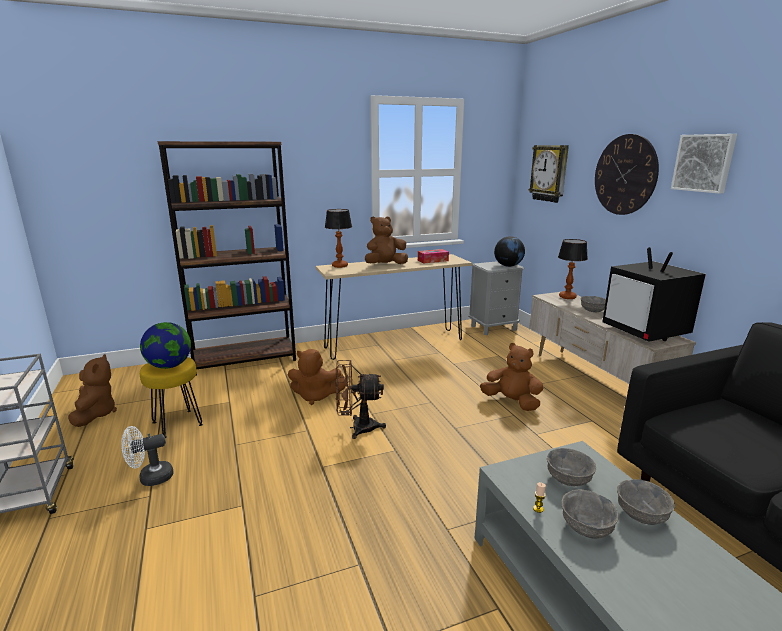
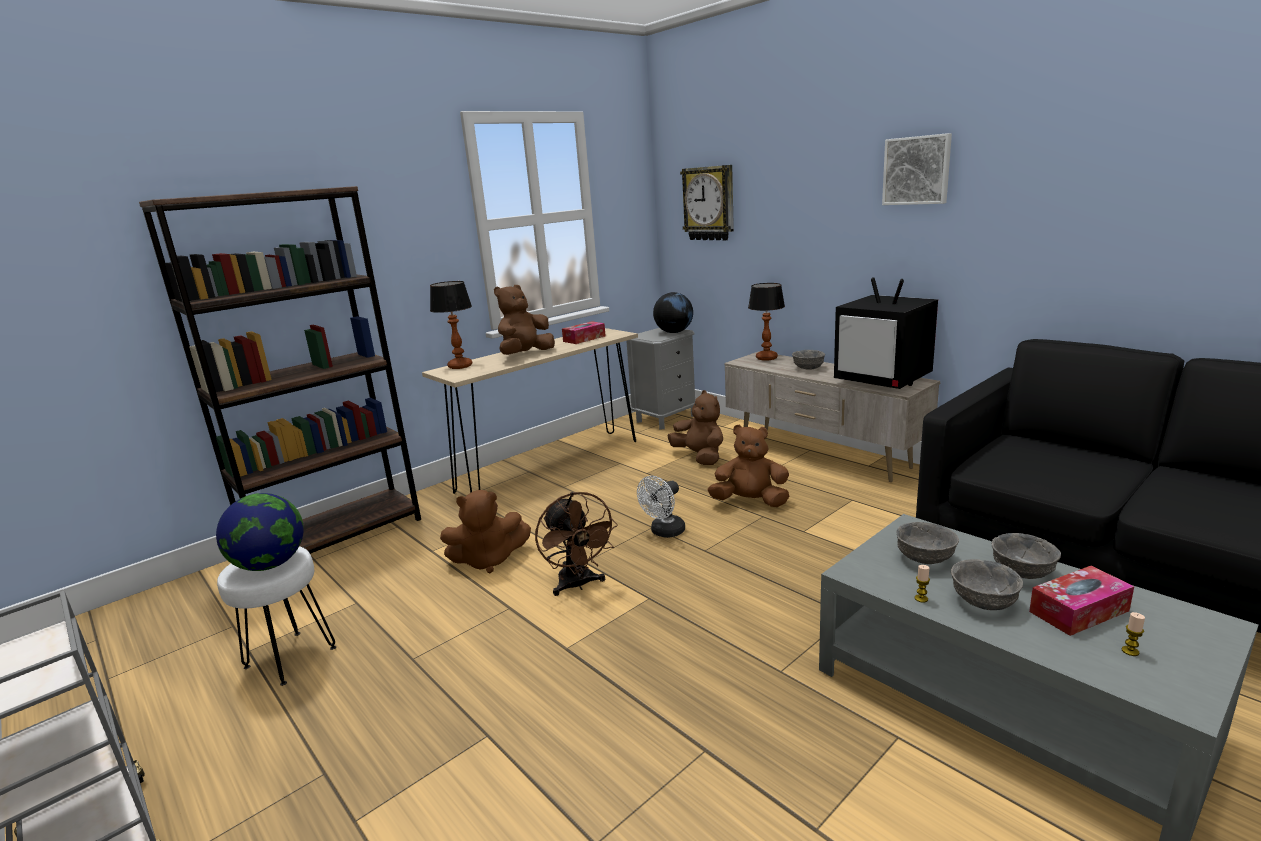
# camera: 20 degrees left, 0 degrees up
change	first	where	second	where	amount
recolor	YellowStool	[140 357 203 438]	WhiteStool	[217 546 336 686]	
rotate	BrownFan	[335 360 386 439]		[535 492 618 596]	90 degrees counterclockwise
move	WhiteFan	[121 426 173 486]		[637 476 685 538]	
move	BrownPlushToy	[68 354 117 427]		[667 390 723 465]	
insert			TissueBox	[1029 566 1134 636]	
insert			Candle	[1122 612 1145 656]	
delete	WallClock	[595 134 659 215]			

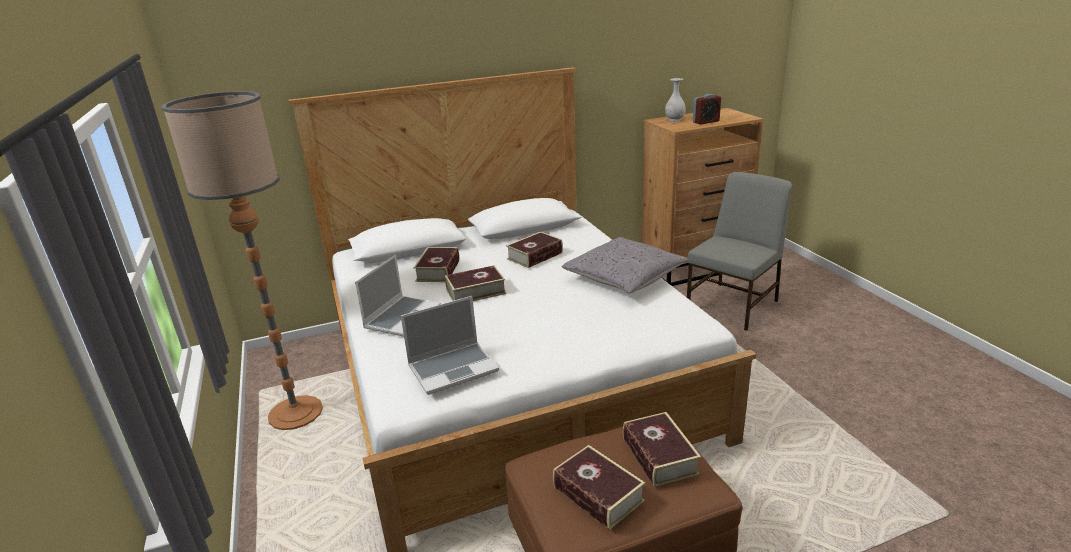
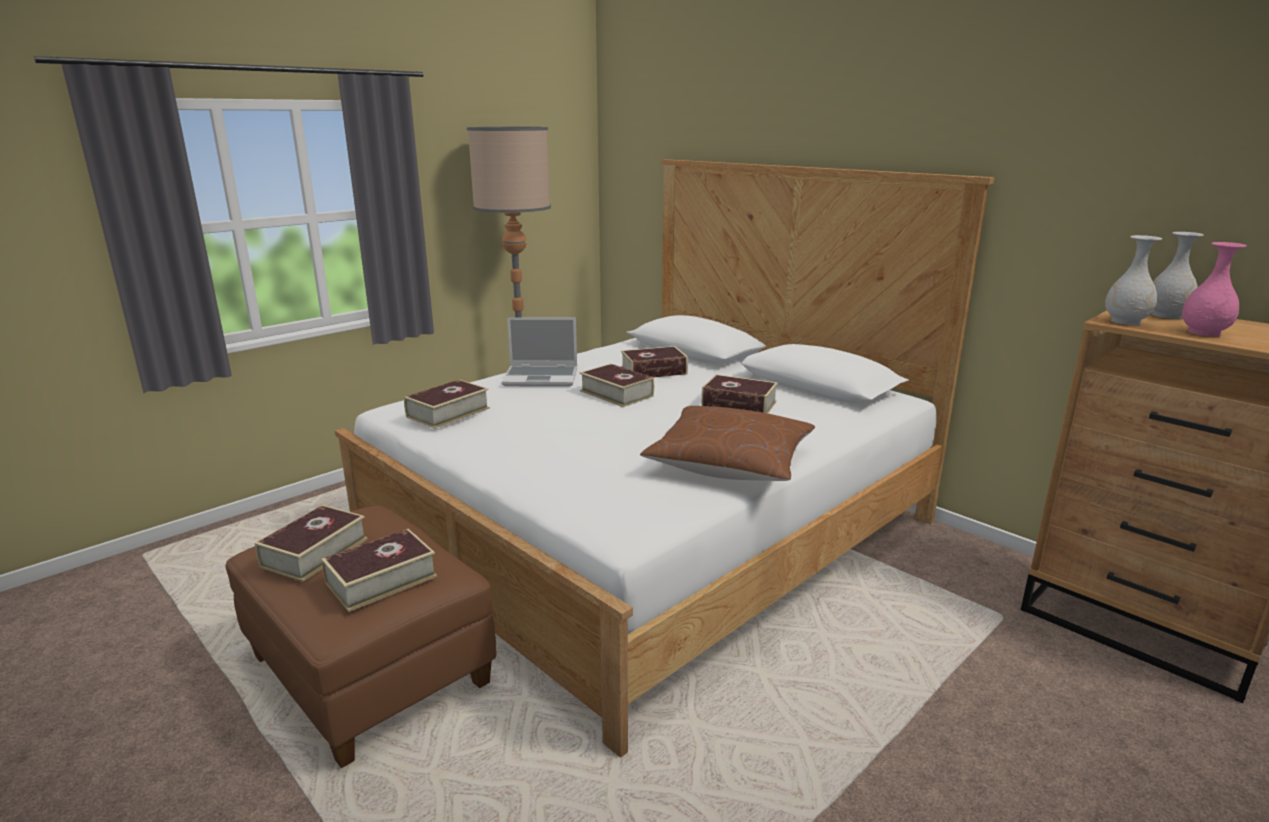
# camera: 65 degrees right, 5 degrees down
change	first	where	second	where	amount
replace	Laptop	[401 296 499 395]	Book	[404 379 490 429]	
recolor	GreyPillow	[562 237 688 294]	BrownPillow	[640 406 815 481]	
insert			WhiteVase	[1105 235 1162 325]	
replace	AlarmClock	[693 94 721 125]	PinkVase	[1182 242 1247 337]	
delete	GreyChair	[687 172 792 331]			

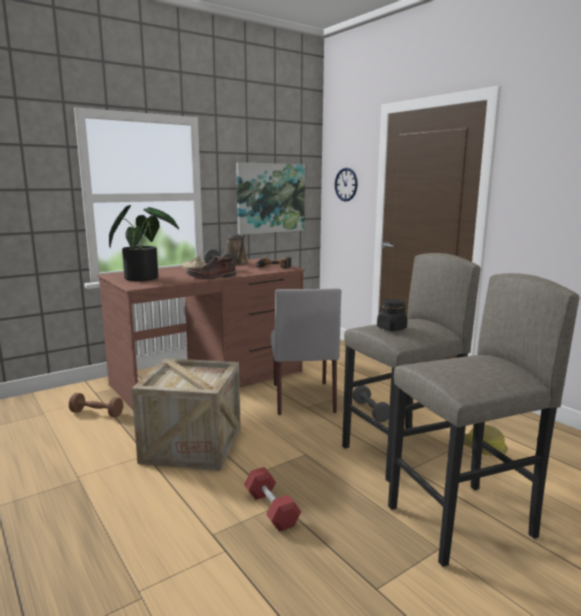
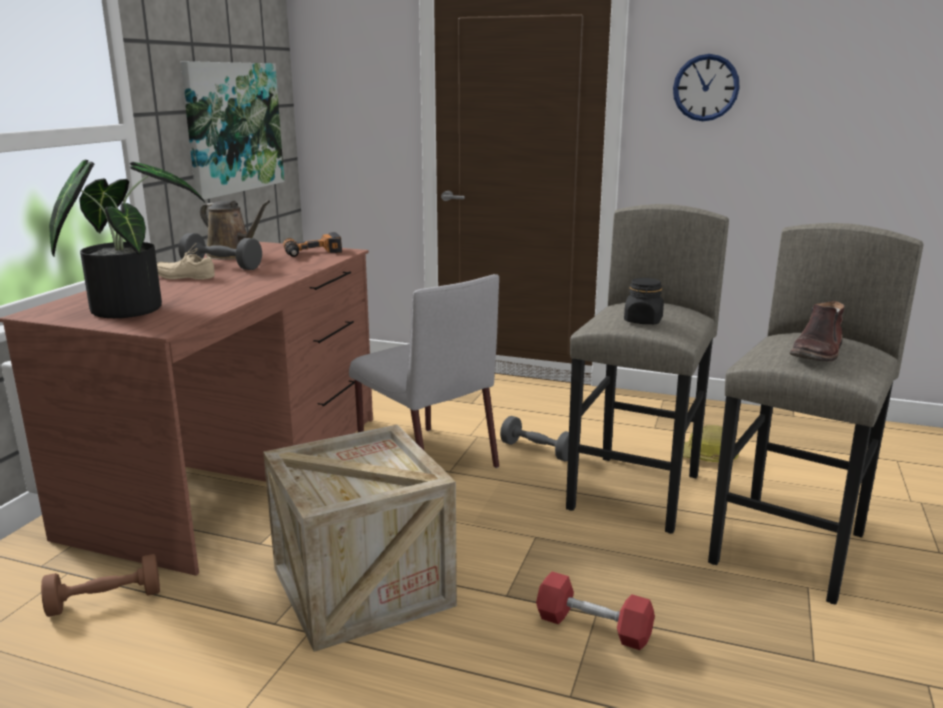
# camera: 35 degrees left, 5 degrees up
change	first	where	second	where	amount
move	WallClock	[335 168 358 201]		[673 54 740 121]	
move	BrownBoot	[186 256 236 279]		[790 301 844 362]	

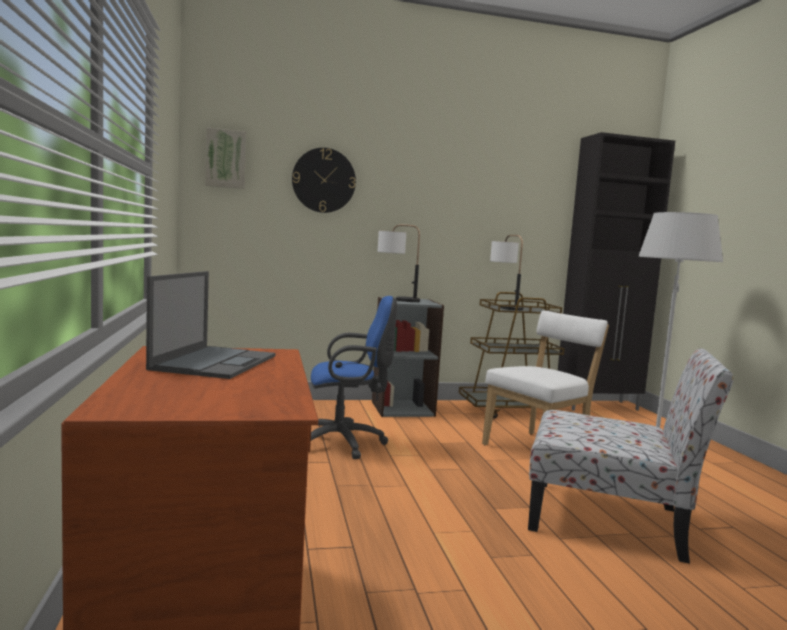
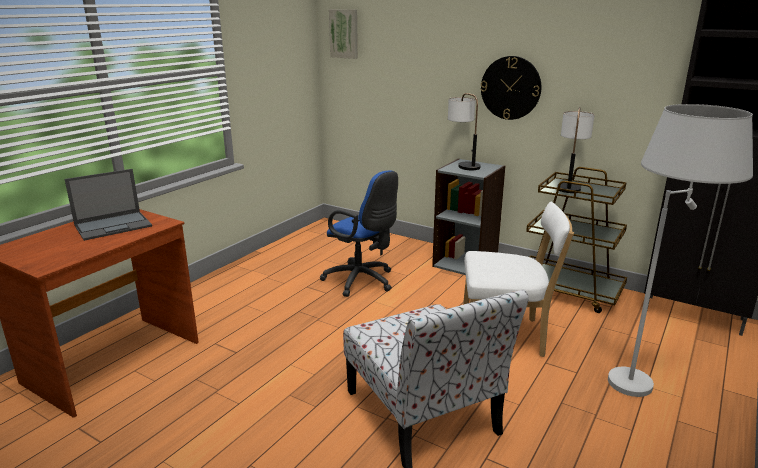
# camera: 45 degrees right, 15 degrees up
change	first	where	second	where	amount
move	WallClock	[292 148 356 213]		[481 56 541 120]	

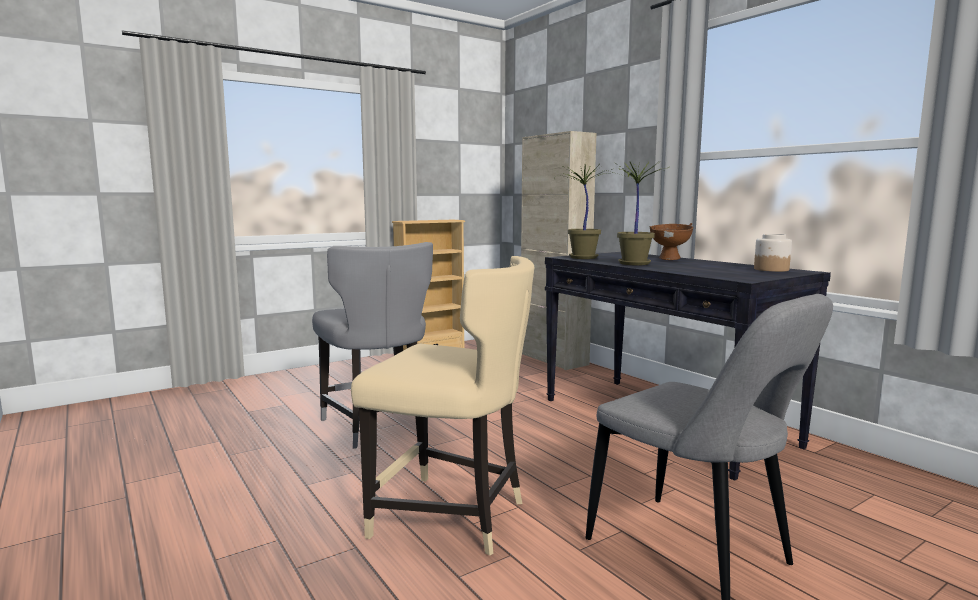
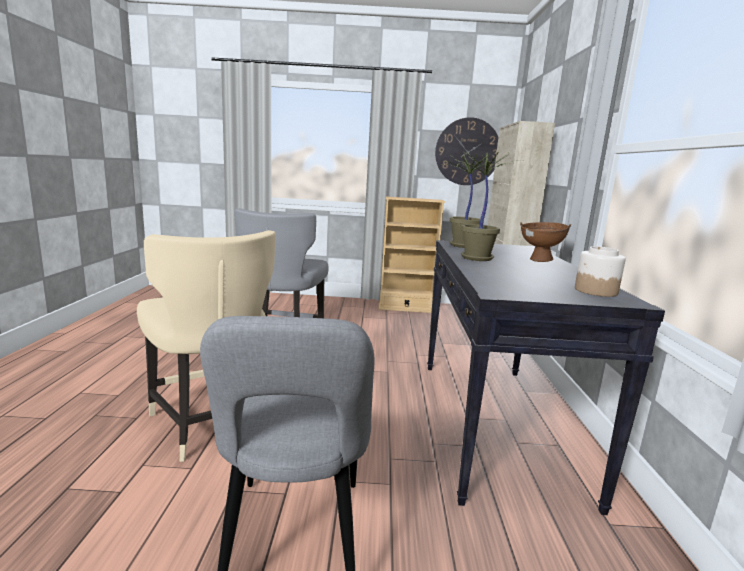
# camera: 35 degrees right, 5 degrees up
change	first	where	second	where	amount
insert			WallClock	[435 117 498 185]	

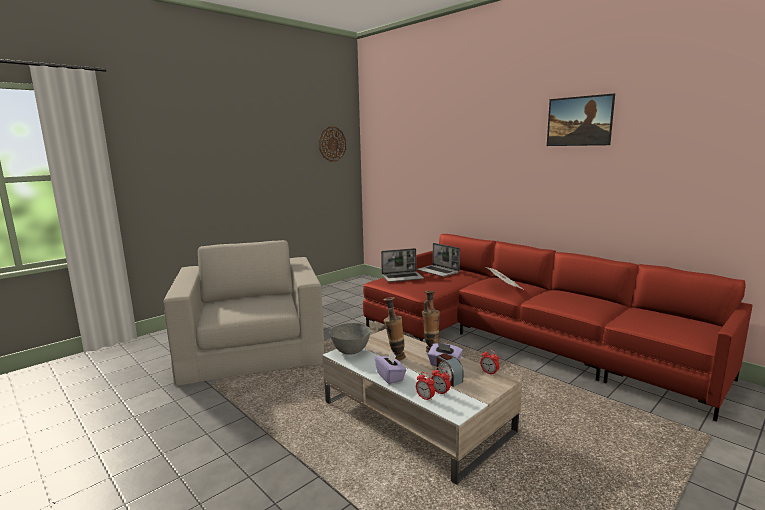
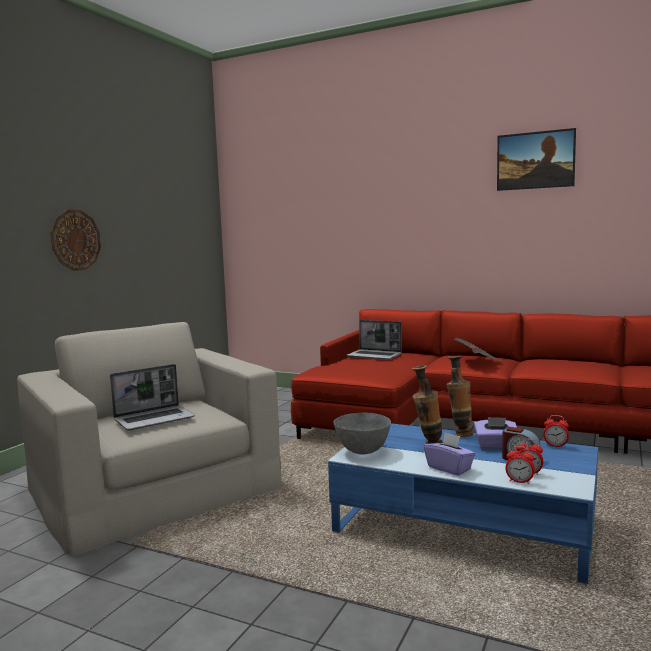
# camera: 20 degrees left, 5 degrees down
change	first	where	second	where	amount
move	WallClock	[319 127 346 162]		[51 210 101 271]	
move	Laptop	[381 248 424 282]		[110 364 195 430]	
recolor	BeigeCoffeeTable	[322 329 522 485]	BlueCoffeeTable	[328 423 598 584]	

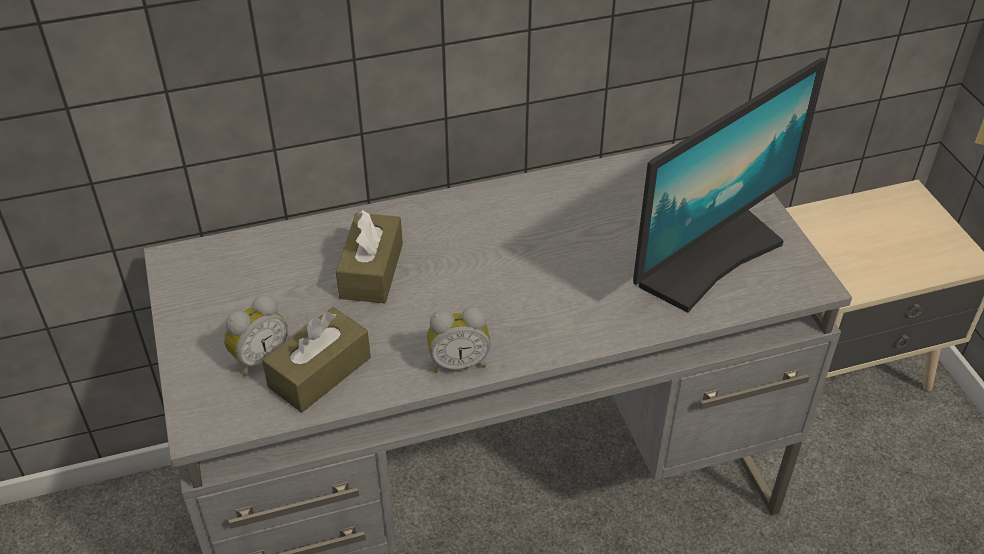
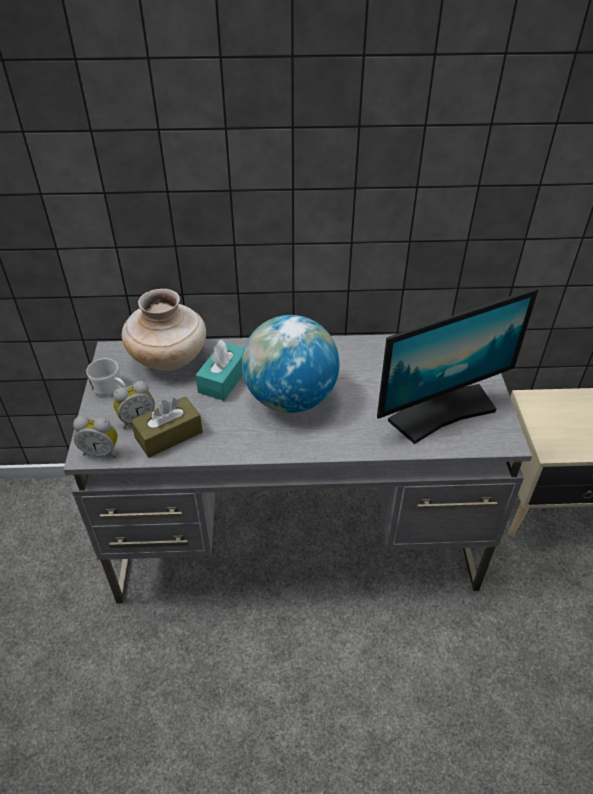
# camera: 15 degrees right, 0 degrees up
change	first	where	second	where	amount
move	AlarmClock	[427 306 491 373]		[73 416 118 458]	
insert			WhiteMug	[86 359 126 396]	
insert			BeigeVase	[122 289 206 371]	
recolor	BrownTissueBox	[336 210 403 303]	TurquoiseTissueBox	[196 340 244 401]	
insert			Globe	[242 315 340 413]	

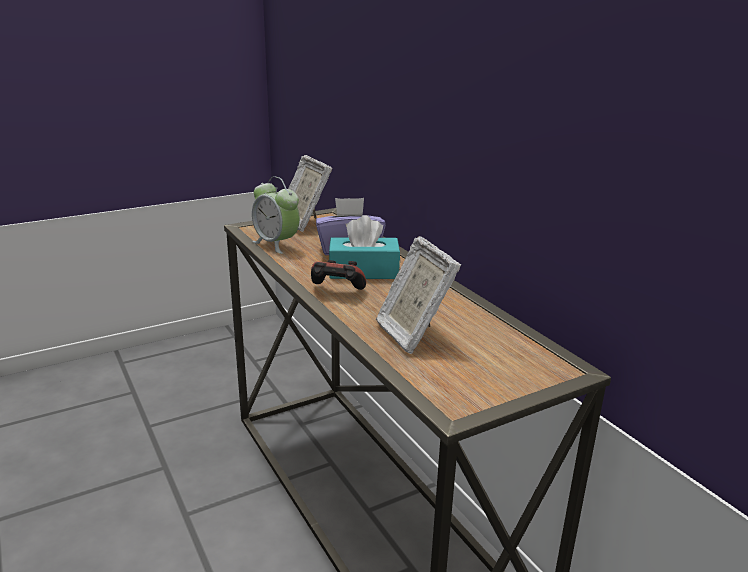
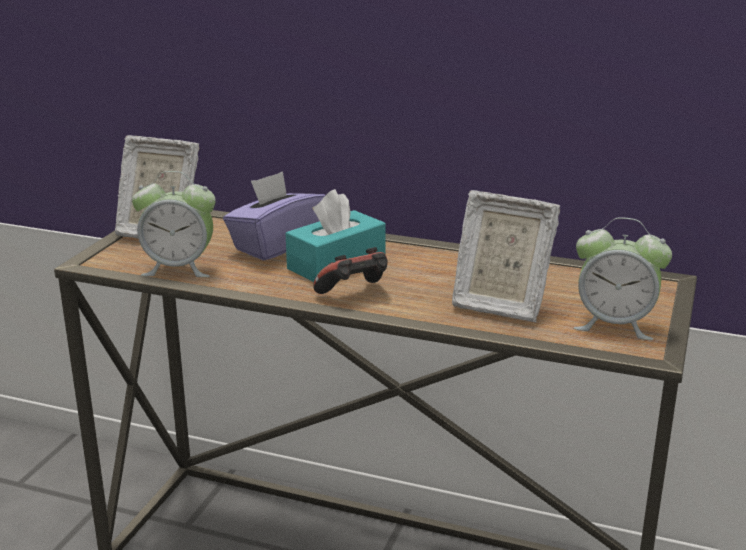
# camera: 40 degrees left, 0 degrees up
change	first	where	second	where	amount
insert			AlarmClock	[574 217 672 340]	

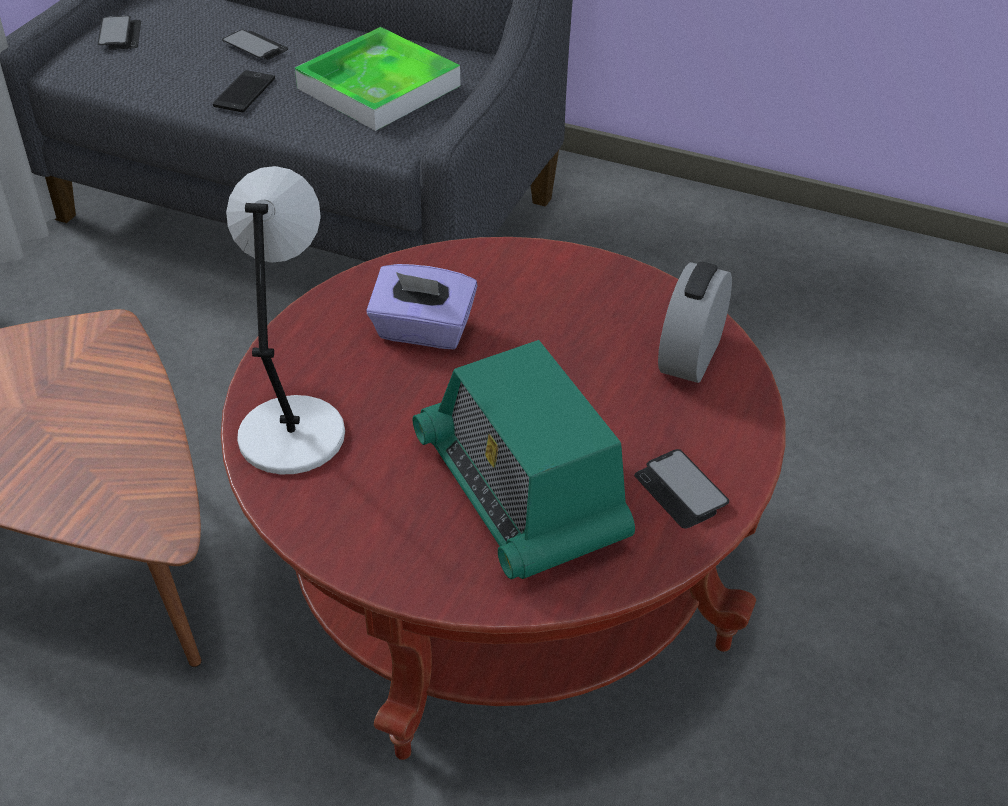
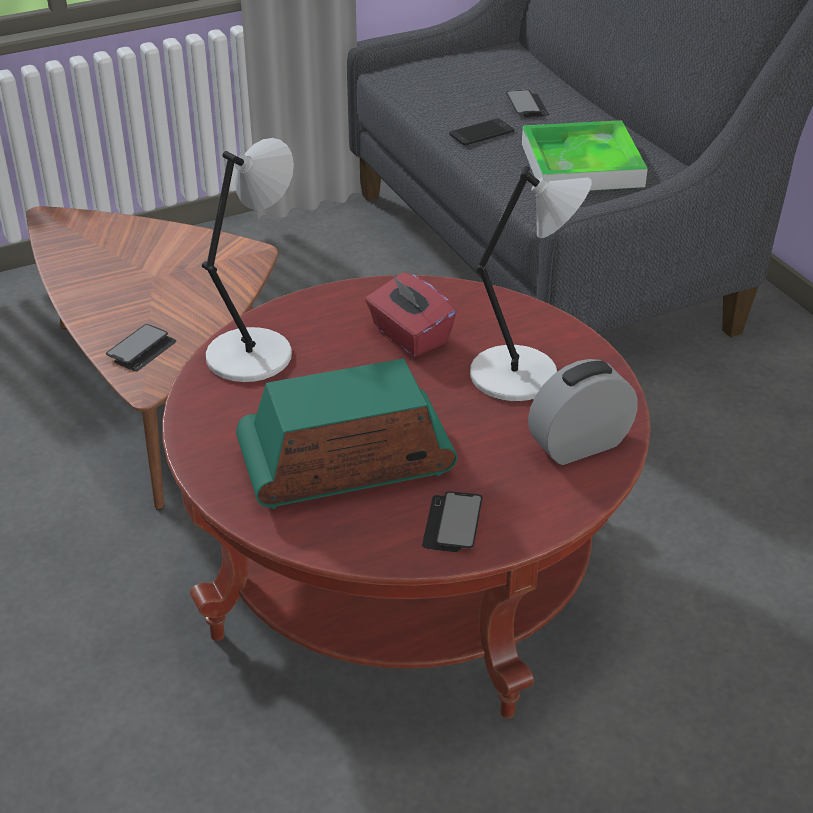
# camera: 40 degrees right, 5 degrees down
change	first	where	second	where	amount
move	Phone	[98 16 141 50]		[106 324 176 371]	
rotate	Radio	[413 340 635 579]		[236 359 457 509]	60 degrees clockwise
recolor	PurpleTissueBox	[366 264 478 349]	RedTissueBox	[365 272 457 357]	
insert			GreyTableLamp	[470 166 592 401]	

